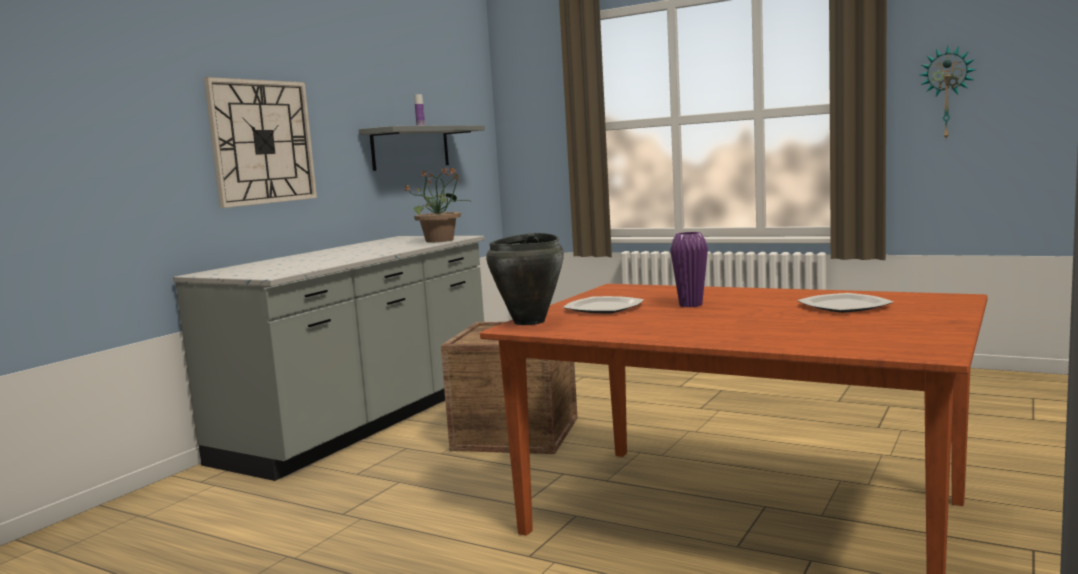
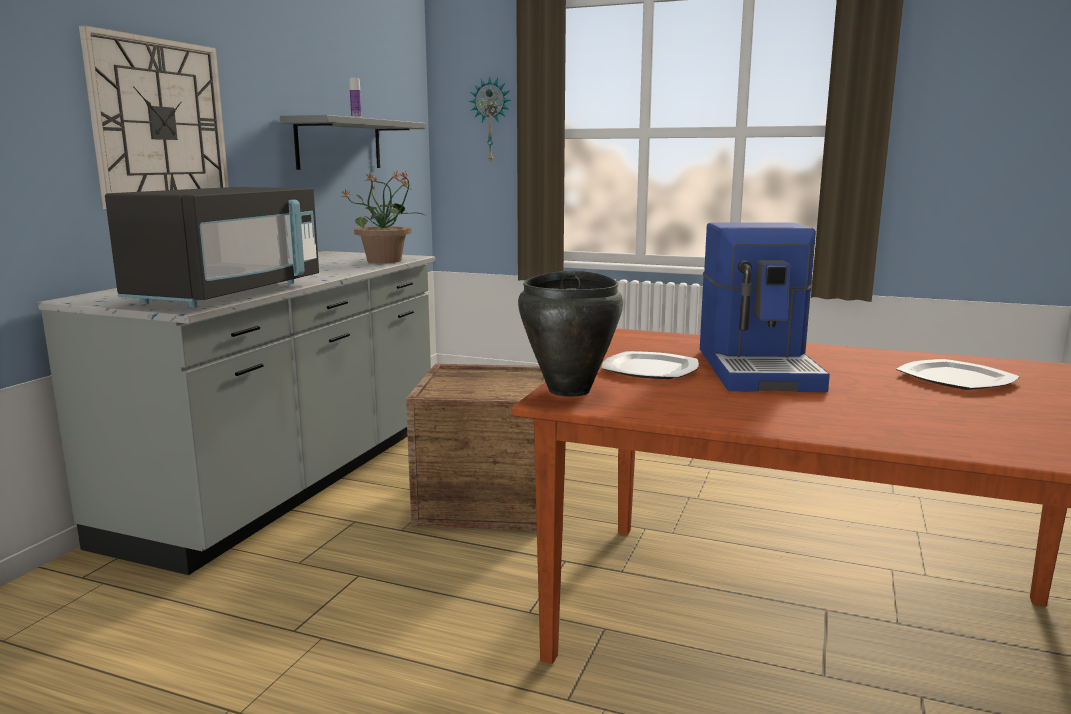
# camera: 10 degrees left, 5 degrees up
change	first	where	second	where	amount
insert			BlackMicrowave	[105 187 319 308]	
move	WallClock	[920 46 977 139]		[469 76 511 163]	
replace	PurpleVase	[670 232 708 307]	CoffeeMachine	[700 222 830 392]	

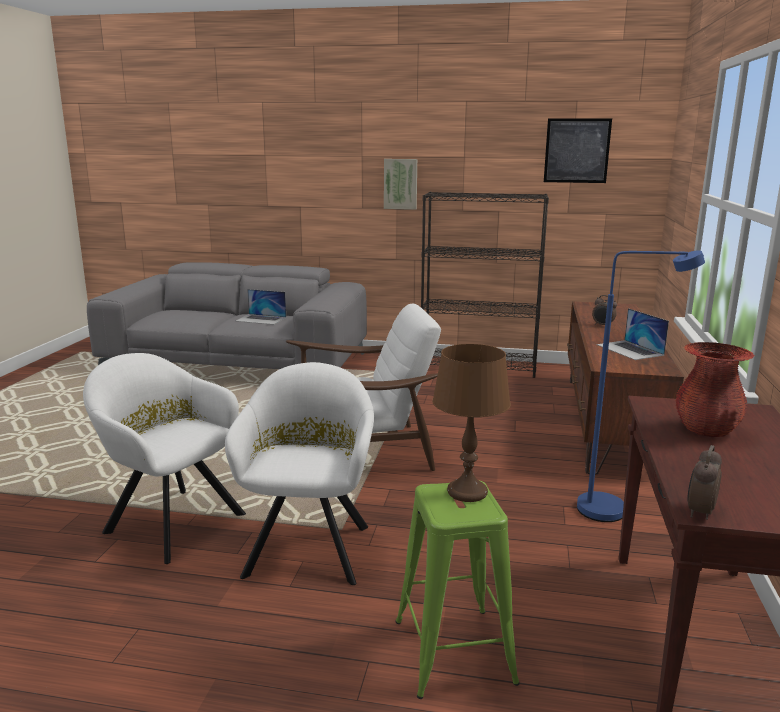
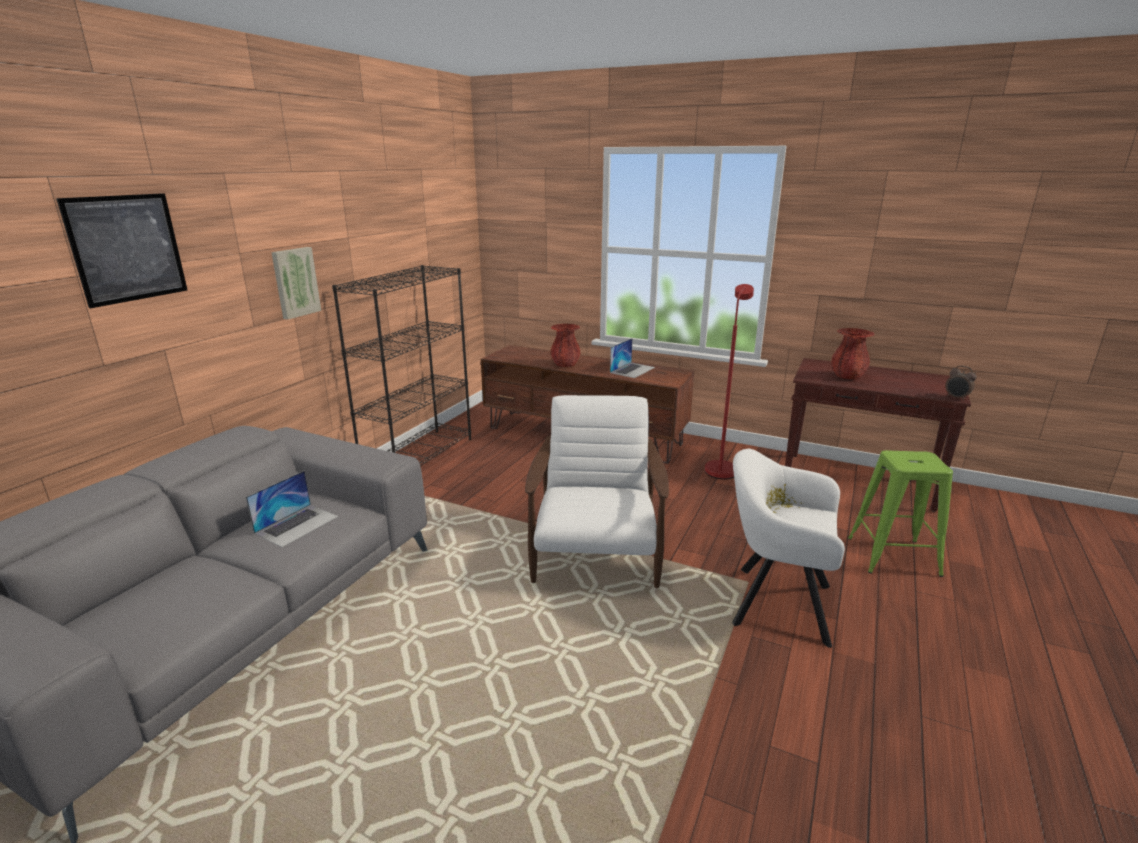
# camera: 75 degrees left, 5 degrees up
change	first	where	second	where	amount
move	Picture	[544 118 612 183]		[56 193 187 308]	
replace	AlarmClock	[592 295 617 325]	RedVase	[550 324 580 367]	
rotate	Laptop	[597 308 669 360]		[610 338 655 378]	45 degrees counterclockwise
recolor	BlueFloorLamp	[577 250 705 522]	RedFloorLamp	[705 284 754 479]	
delete	WhiteArmchair	[83 353 246 564]			
delete	BrownTableLamp	[432 344 511 502]			

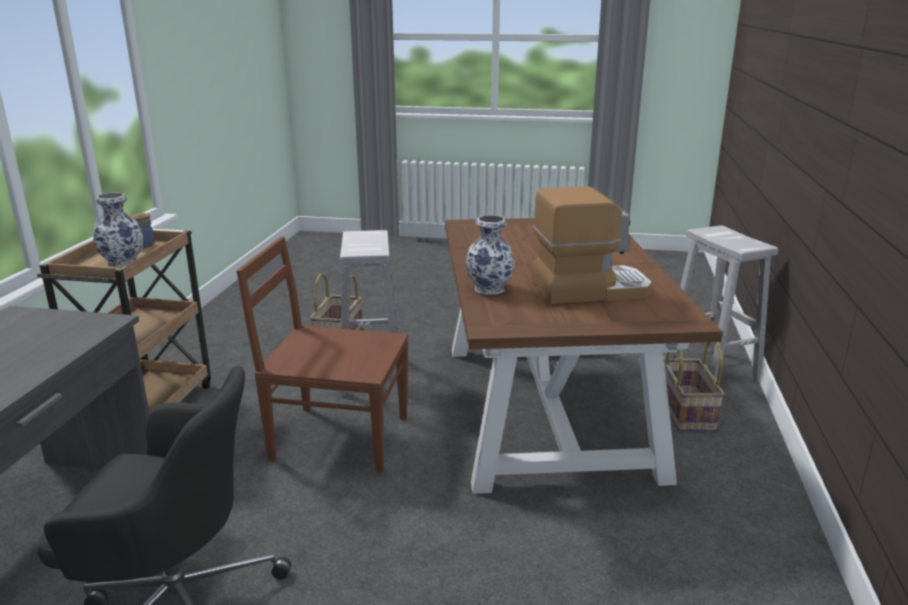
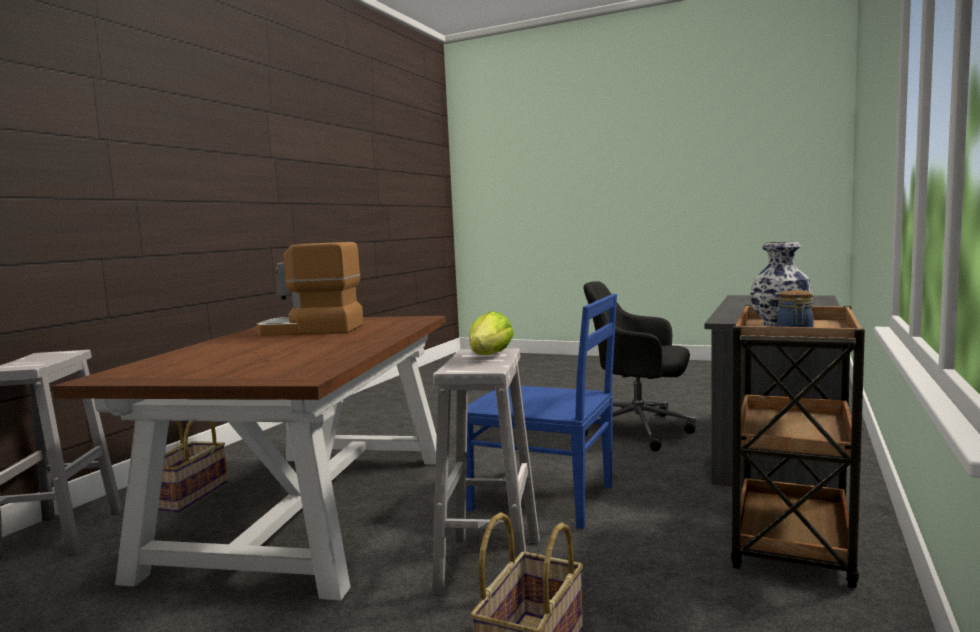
# camera: 165 degrees left, 15 degrees down
change	first	where	second	where	amount
recolor	BrownChair	[236 237 408 473]	BlueChair	[466 294 617 529]	
insert			Lettuce	[469 312 514 355]	
delete	Vase	[466 215 515 295]			

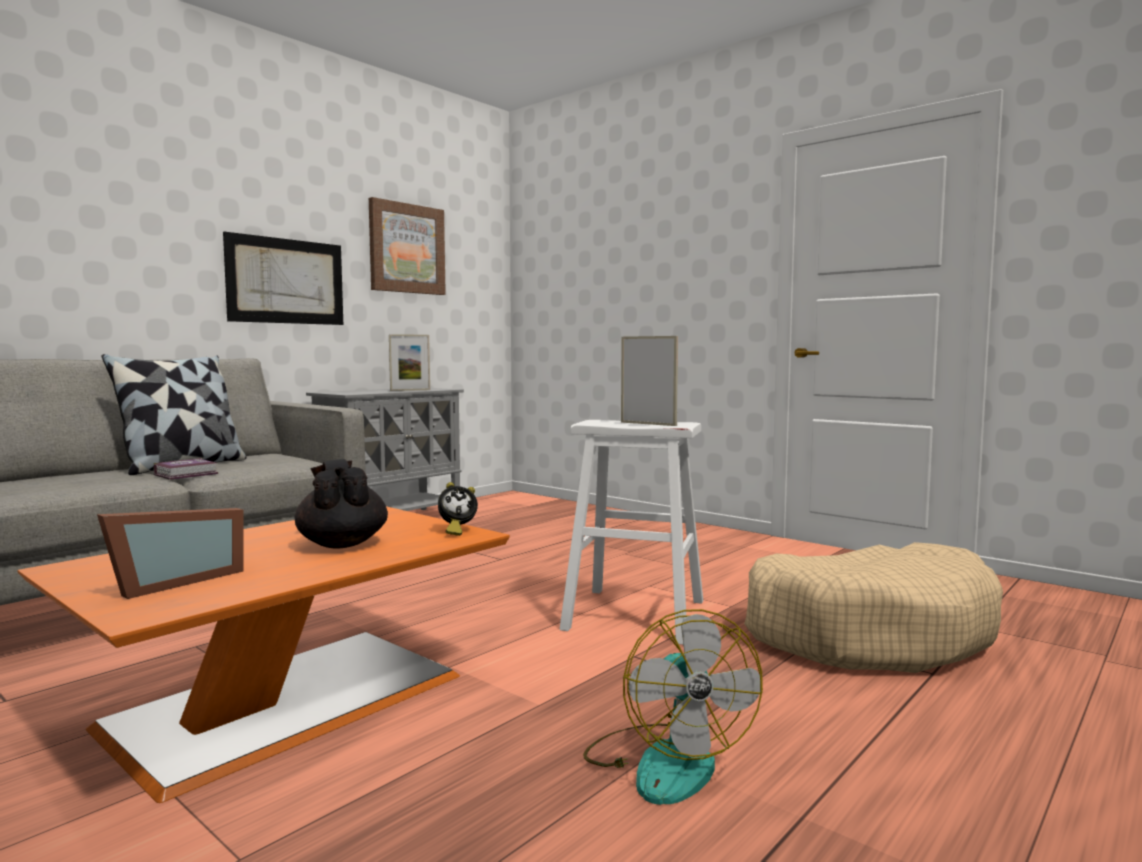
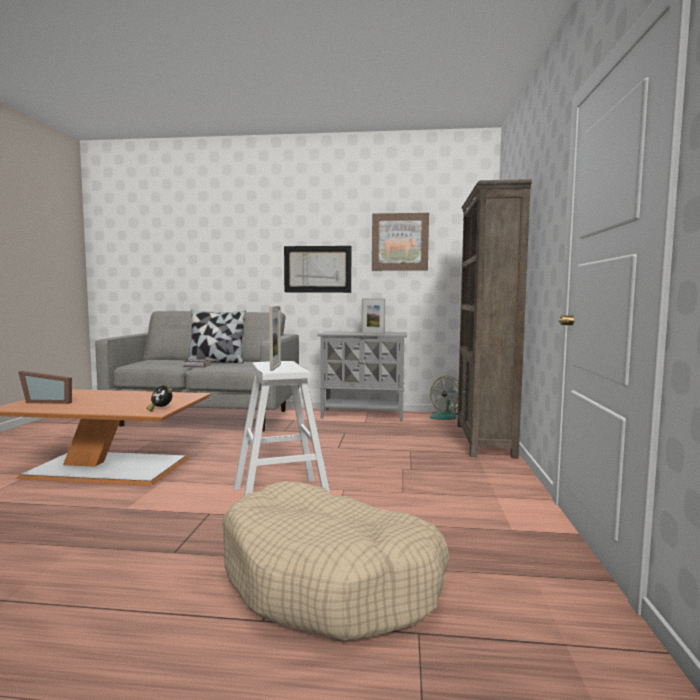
# camera: 55 degrees right, 0 degrees up
change	first	where	second	where	amount
move	Fan	[583 609 763 805]		[430 376 459 420]	
insert			BrownBookcase	[457 179 532 459]	
delete	BlackTeapot	[295 459 388 549]			

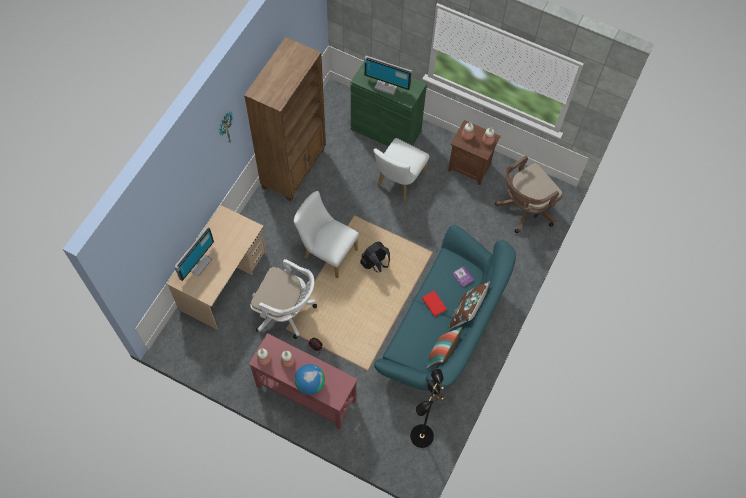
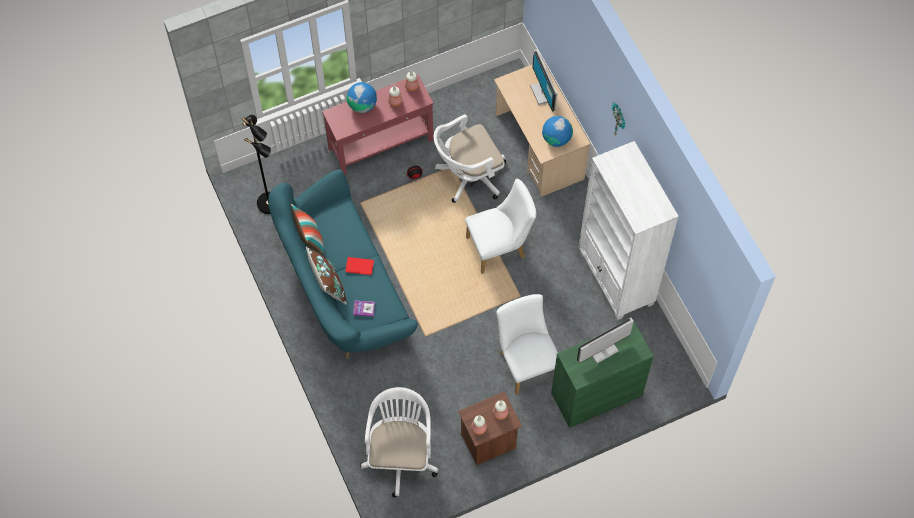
# camera: 130 degrees right, 0 degrees up
change	first	where	second	where	amount
recolor	BrownOfficeChair	[495 156 563 233]	WhiteOfficeChair	[360 387 438 498]	
insert			Globe	[542 116 573 147]	
recolor	BrownBookcase	[244 37 326 201]	WhiteBookcase	[579 141 679 320]	
delete	BlackBackpack	[360 241 390 272]			

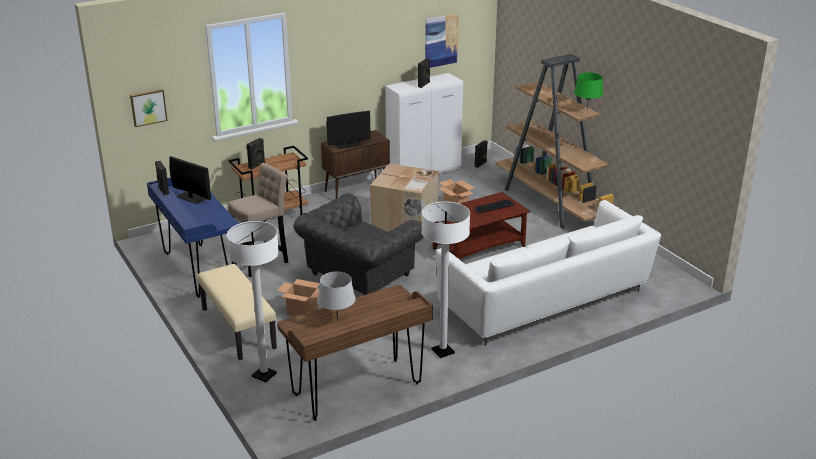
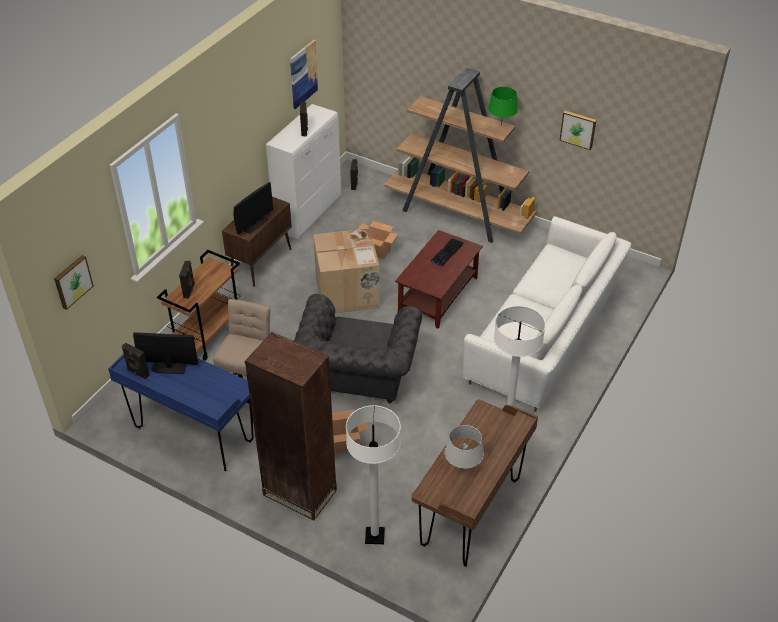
# camera: 30 degrees left, 15 degrees up
change	first	where	second	where	amount
replace	BeigeBench	[197 264 277 360]	BrownBookcase	[245 332 337 520]	
insert			Picture	[559 111 596 150]	

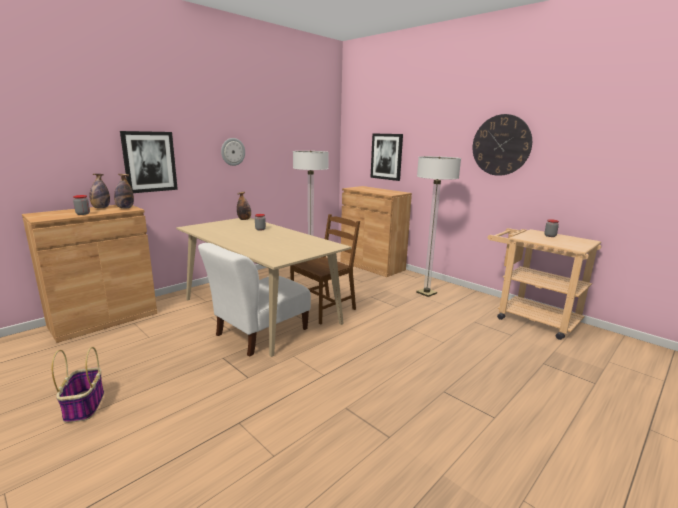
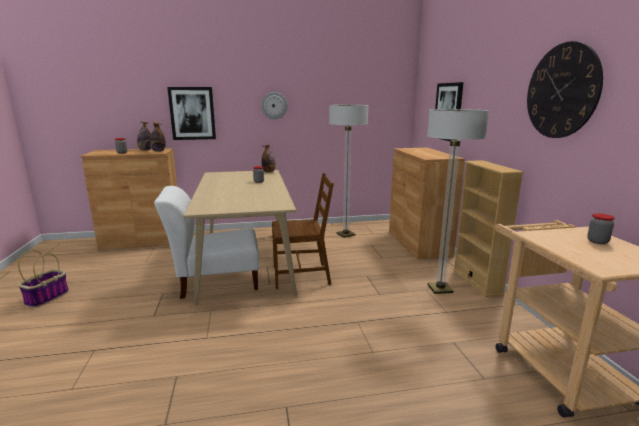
# camera: 35 degrees right, 0 degrees up
change	first	where	second	where	amount
insert			BeigeBookcase	[453 160 524 297]	

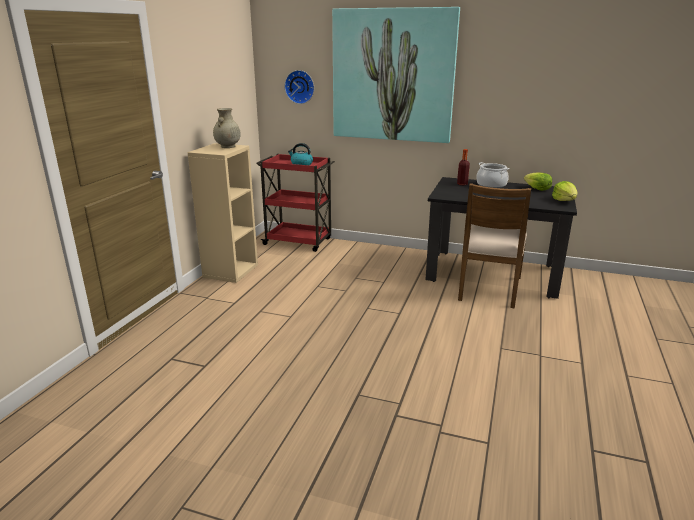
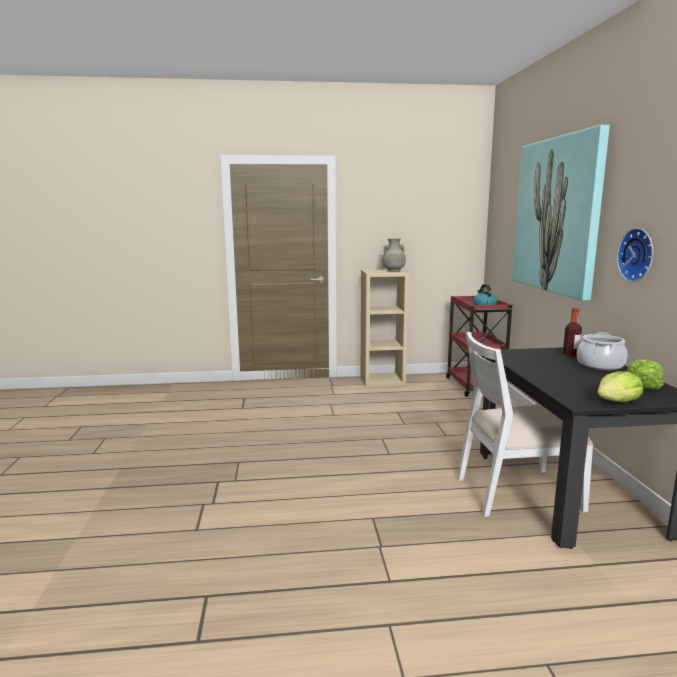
# camera: 65 degrees right, 10 degrees down
change	first	where	second	where	amount
recolor	BrownChair	[458 183 531 309]	WhiteChair	[457 332 594 517]	
move	WallClock	[284 70 314 104]		[617 228 653 282]	

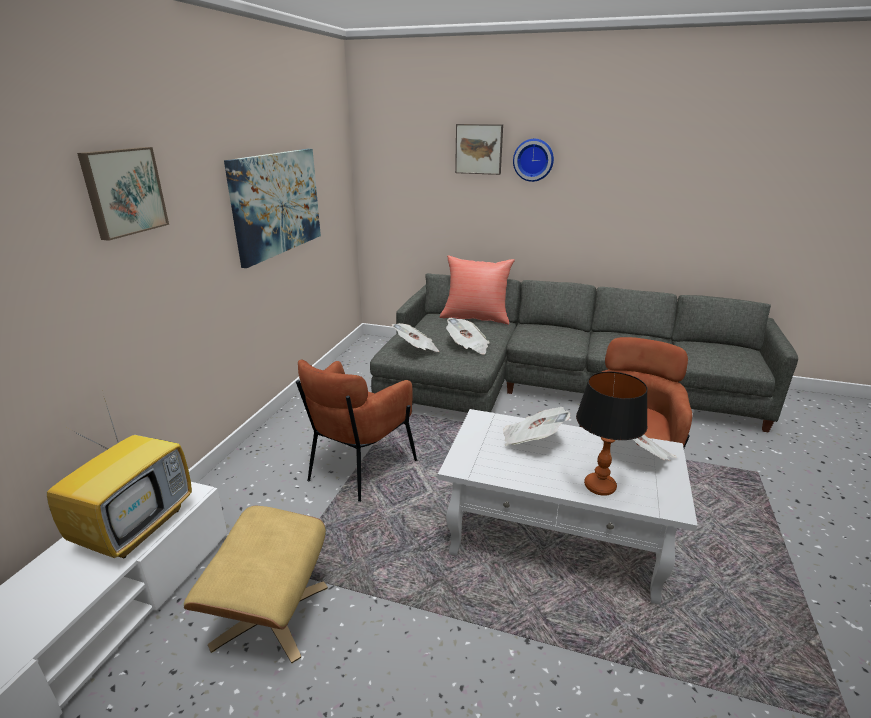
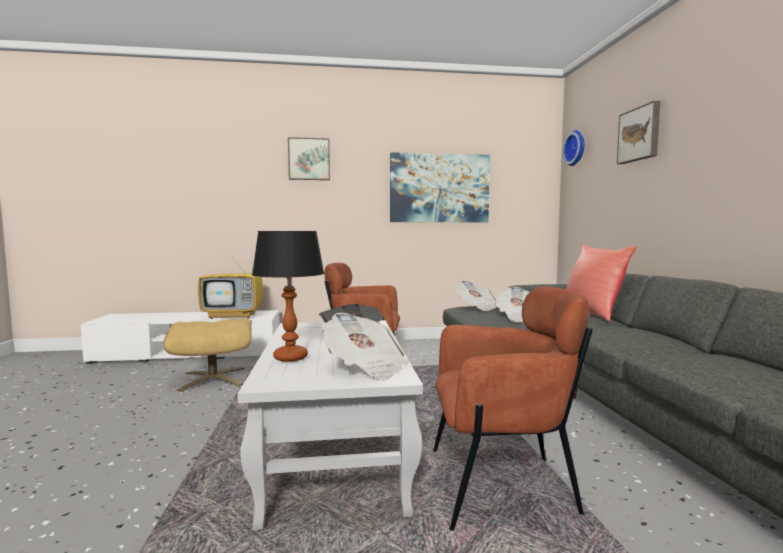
# camera: 65 degrees right, 20 degrees down
change	first	where	second	where	amount
move	WallClock	[513 139 554 182]		[562 130 585 166]	

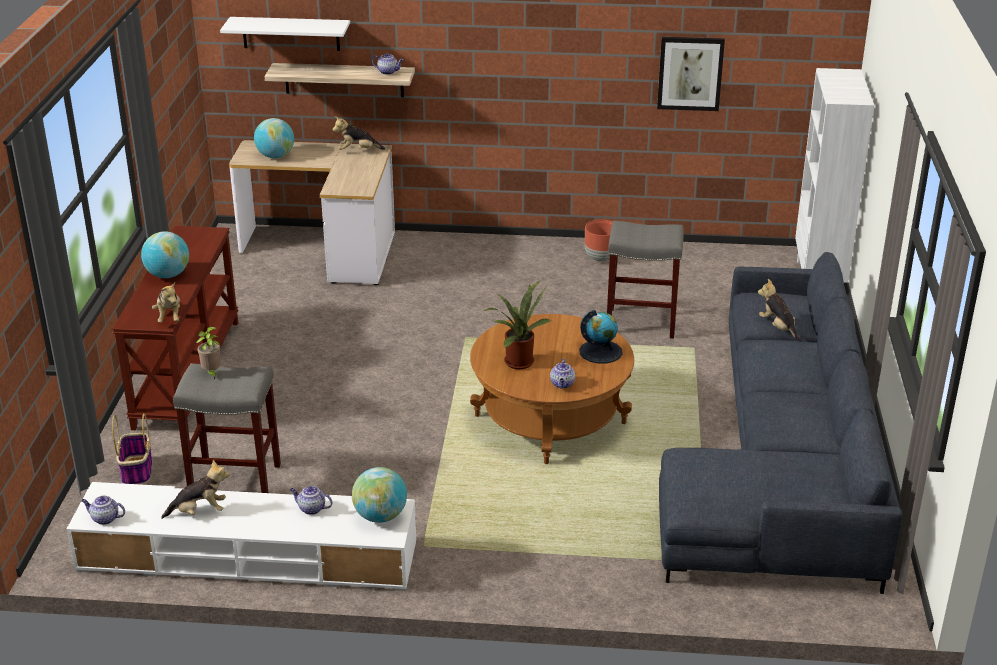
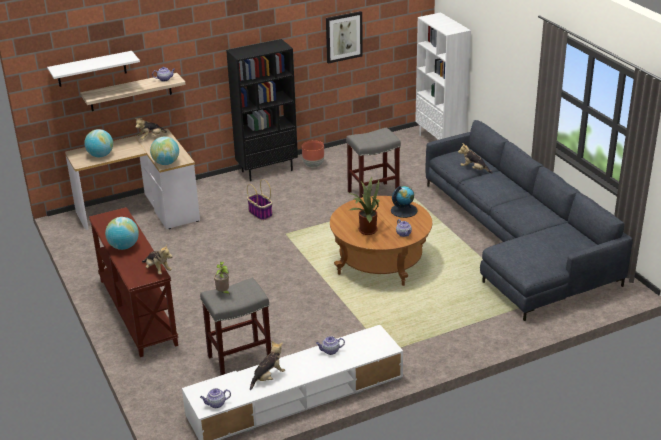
# camera: 30 degrees left, 0 degrees up
change	first	where	second	where	amount
move	Globe	[352 467 407 523]		[150 136 179 165]	
insert			BlackBookcase	[226 39 298 181]	
move	Basket	[112 413 152 484]		[247 179 273 221]	

